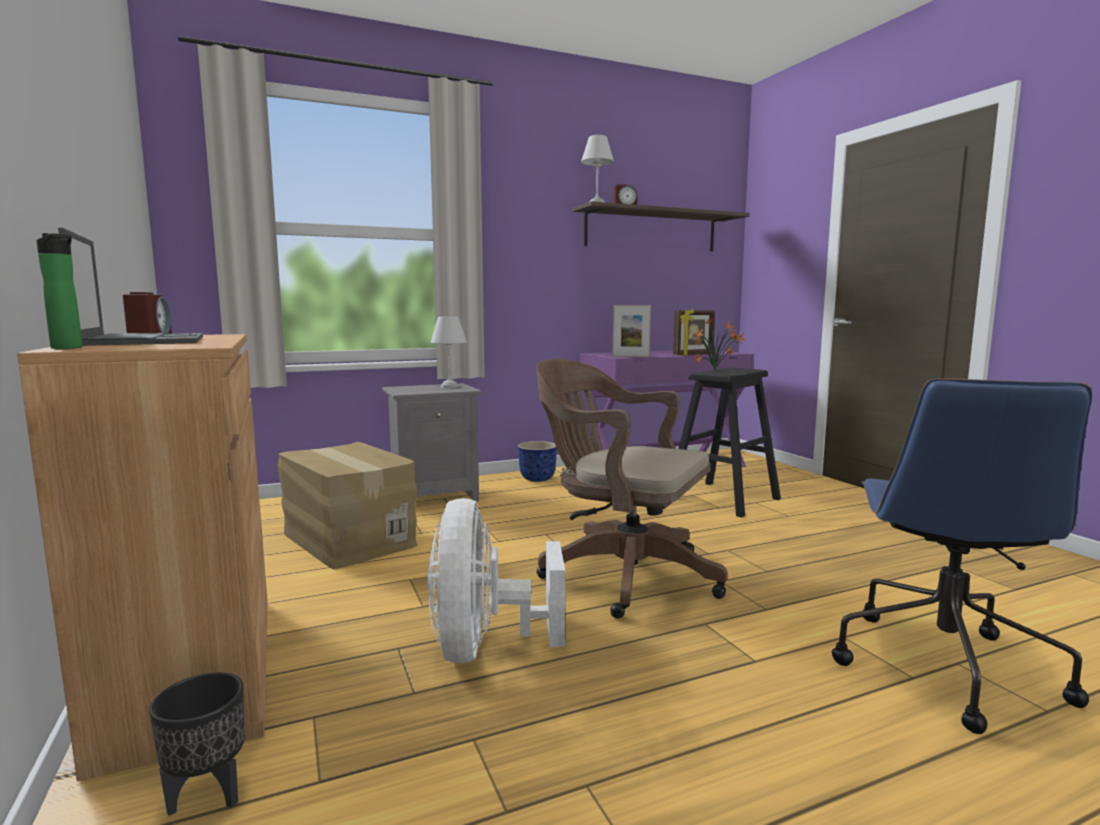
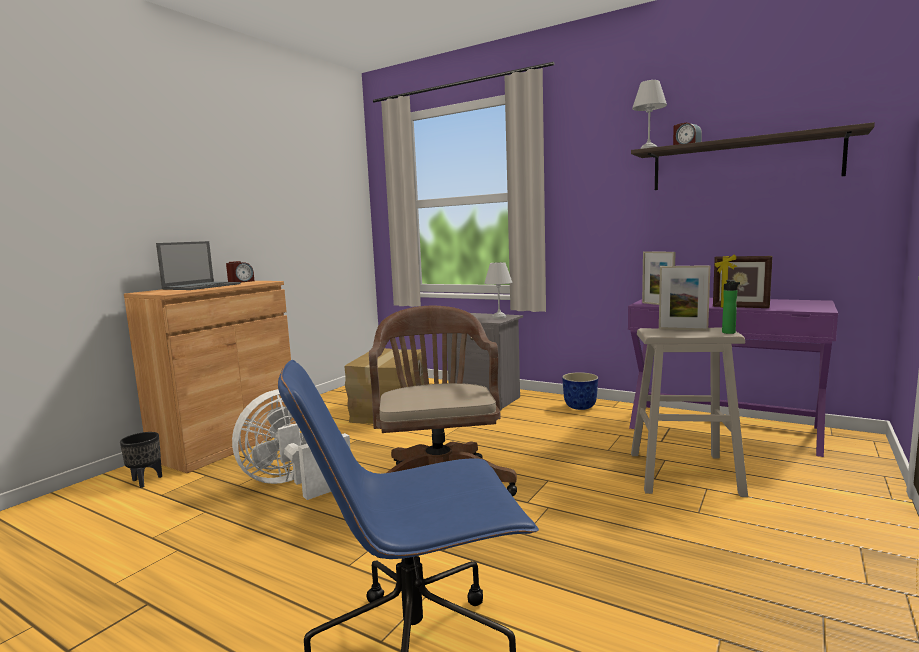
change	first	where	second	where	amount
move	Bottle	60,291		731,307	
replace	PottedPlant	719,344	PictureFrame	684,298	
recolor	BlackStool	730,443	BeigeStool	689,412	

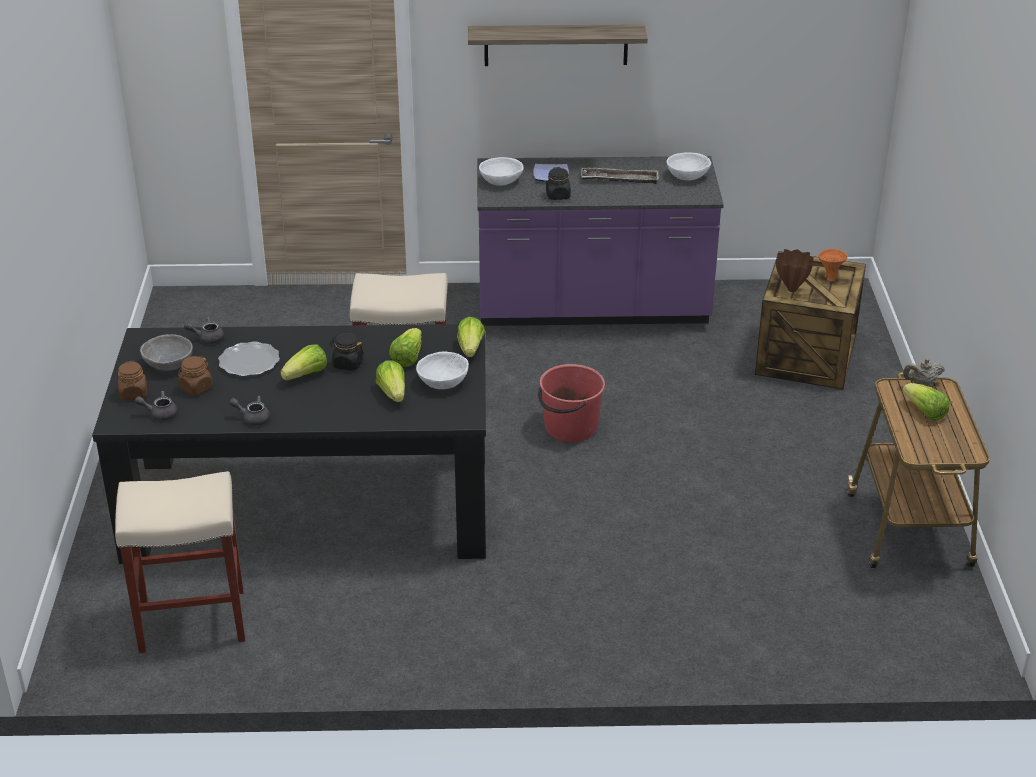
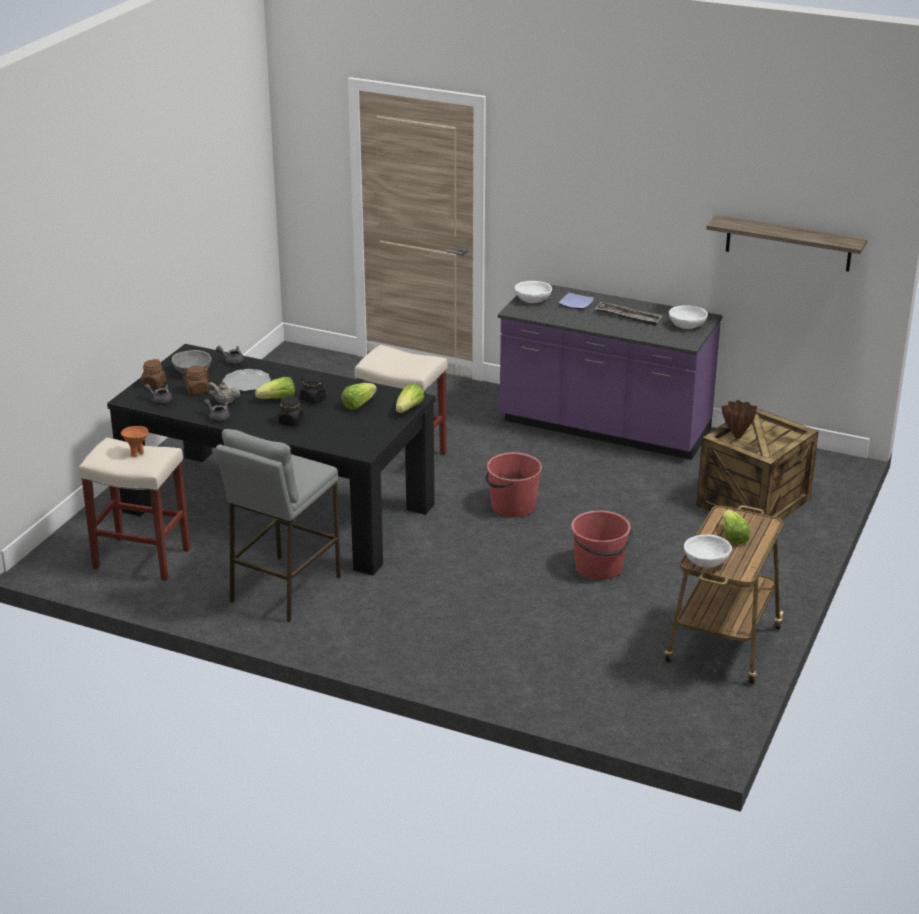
change	first	where	second	where	amount
delete	Lettuce	390,381			
insert			GreyStool	278,525	
insert			RedBucket	602,545	
move	WhiteBowl	442,370		708,551	
move	Shelf	558,45		787,243	
move	BlackJar	558,183		291,410	
move	OrangeBowl	833,265		134,441	
move	BeigeTeapot	924,372		224,393	

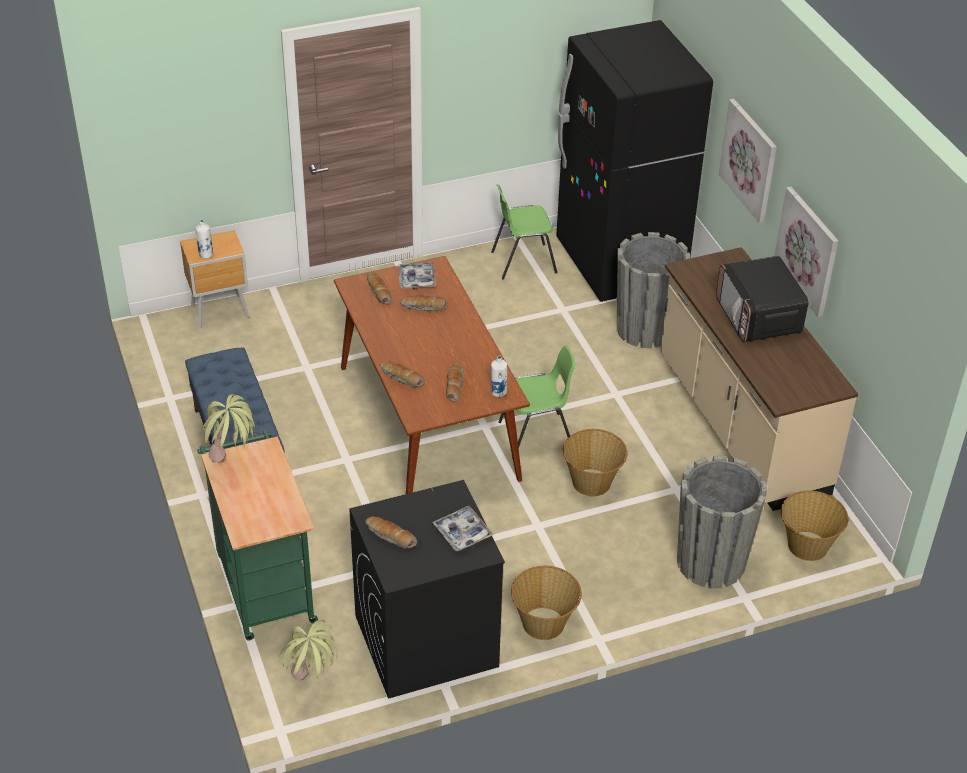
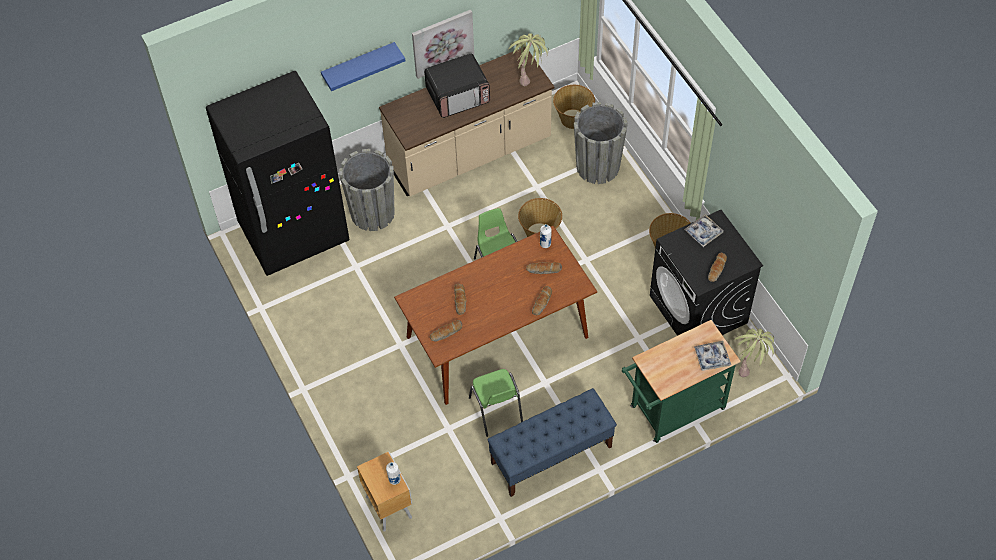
change	first	where	second	where	amount
move	PottedPlant	227,428		528,59	
move	Tray	417,275		712,356	
move	GreenChair	524,231		496,403	
replace	Picture	748,161	BlueShelf	363,66	

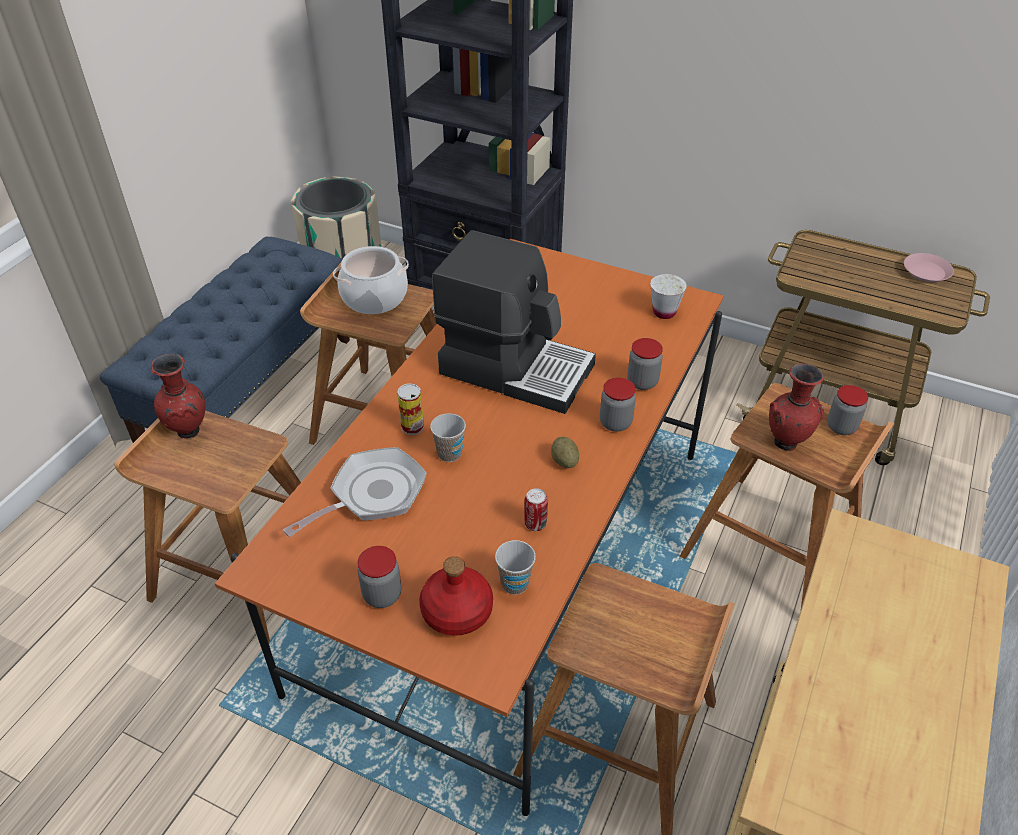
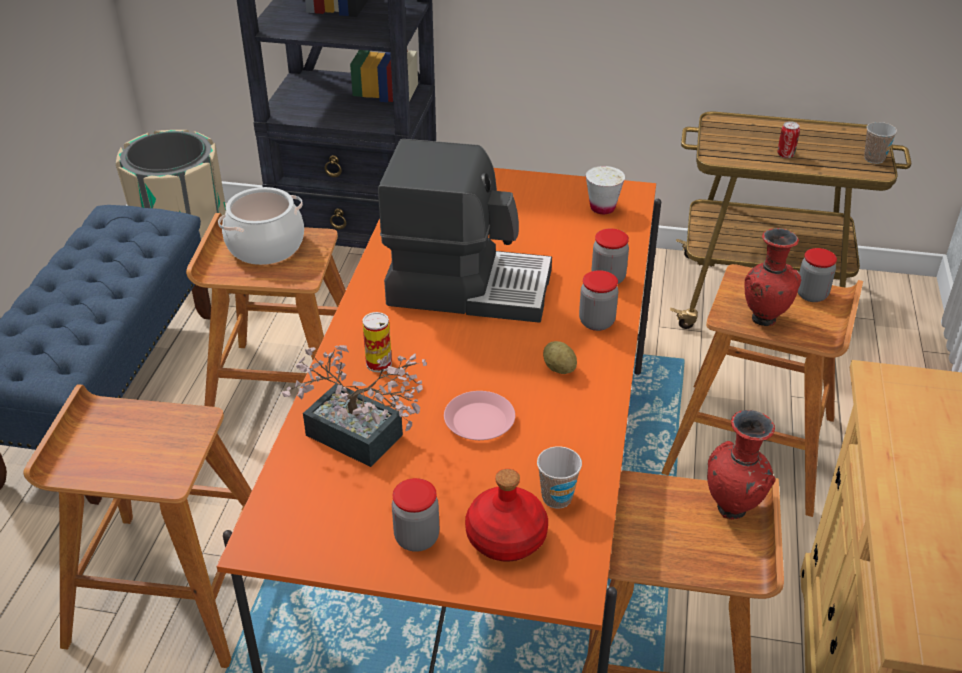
change	first	where	second	where	amount
move	RedVase	178,396		741,465	
move	Cup	448,437		880,143	
move	Can	536,509		789,139	
move	PinkPlate	929,267		479,415	
replace	FryingPan	355,492	PottedPlant	354,406	

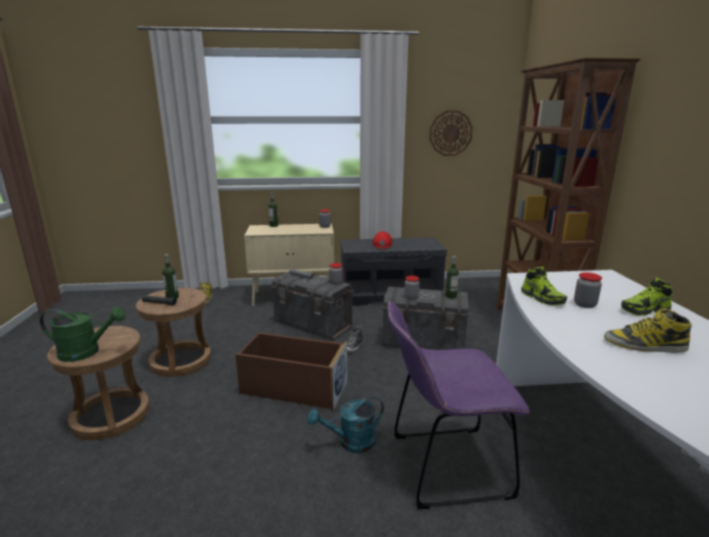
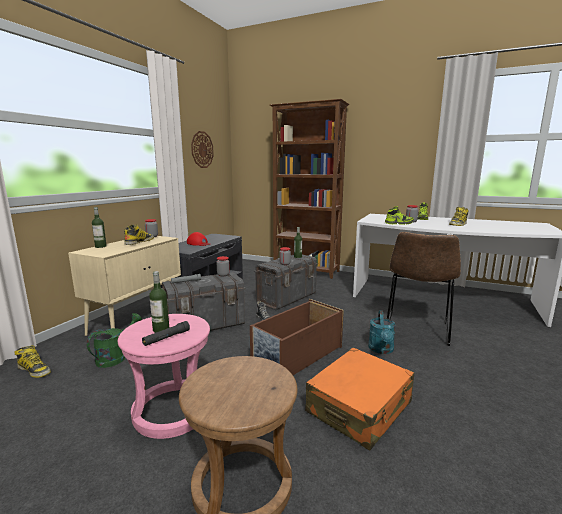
change	first	where	second	where	amount
insert			Boot	139,235	
insert			OrangeSuitcase	359,399	
move	GreenWateringCan	82,334		114,340	
recolor	BrownStool	173,332	PinkStool	164,376	
recolor	PurpleChair	458,405	BrownChair	424,289	

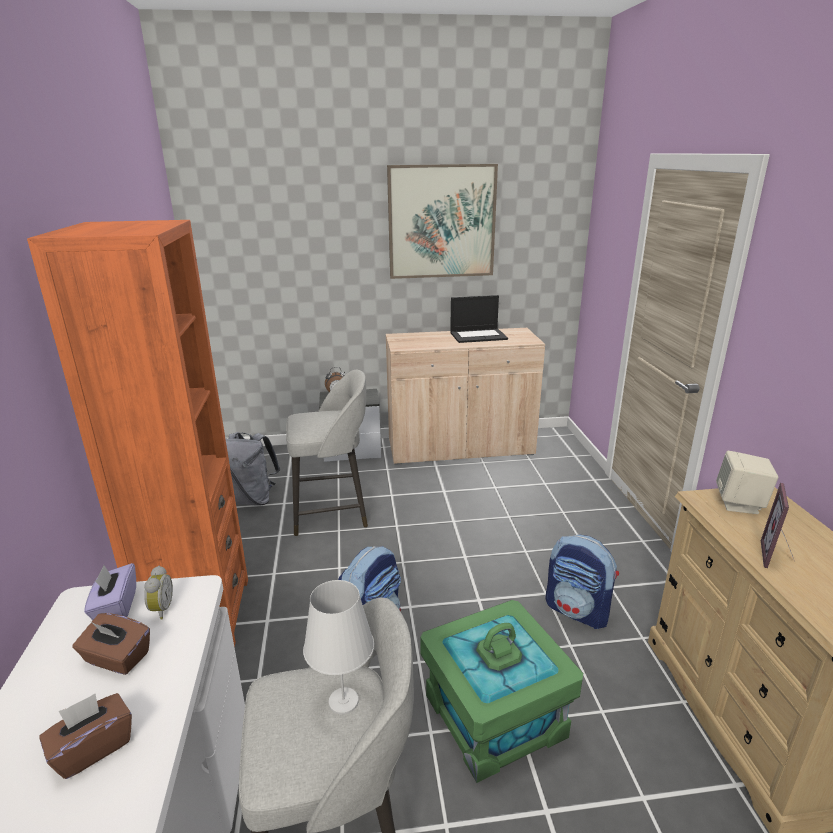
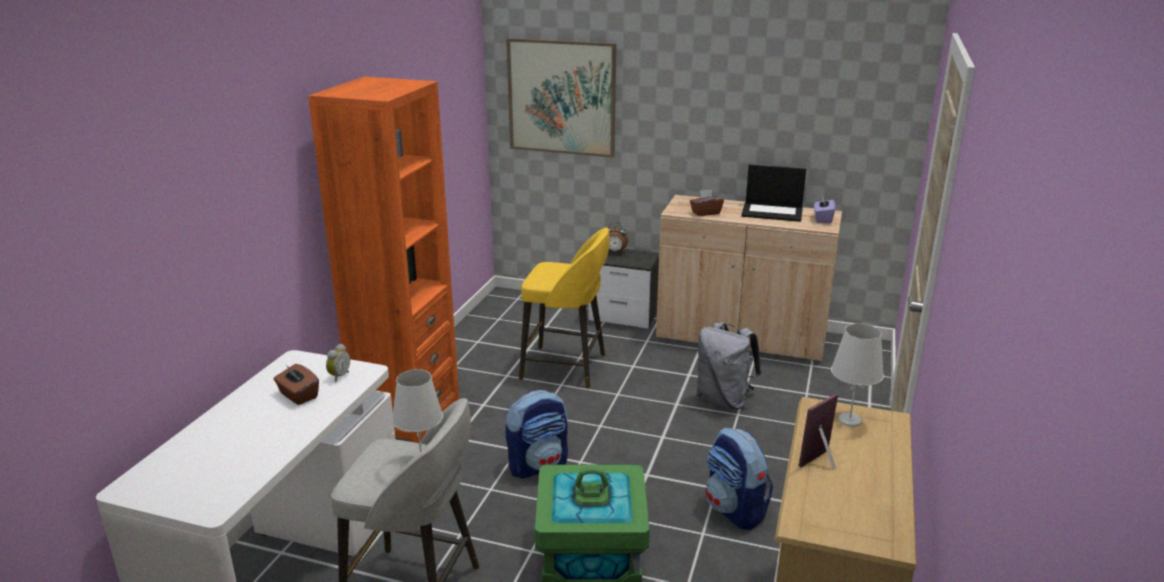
change	first	where	second	where	amount
move	BrownTissueBox	85,736		707,202	
move	PurpleTissueBox	110,592		824,209	
move	GreyBackpack	252,468		729,365	
move	Picture	442,221		561,98	
replace	BeigeSpeaker	747,482	WhiteTableLamp	857,374	
recolor	GreyStool	327,453	YellowStool	564,308	

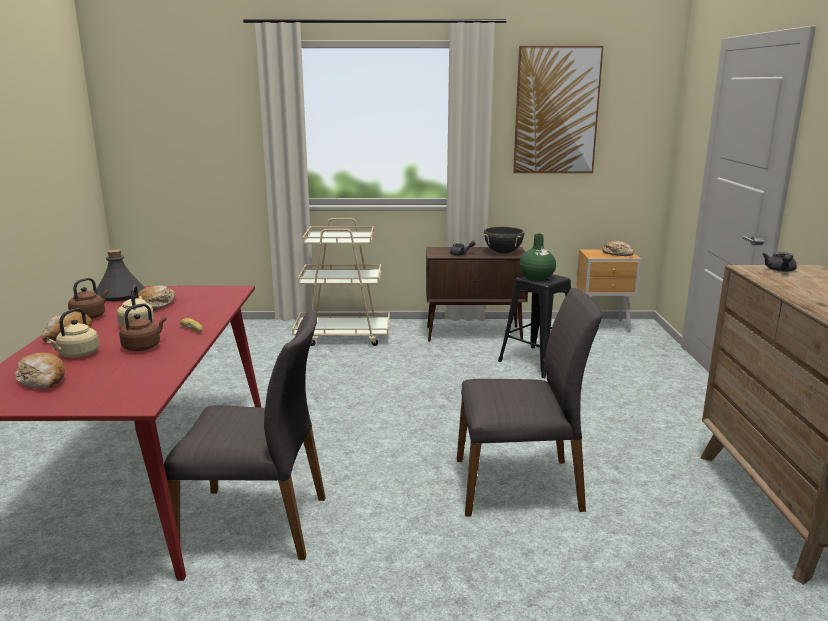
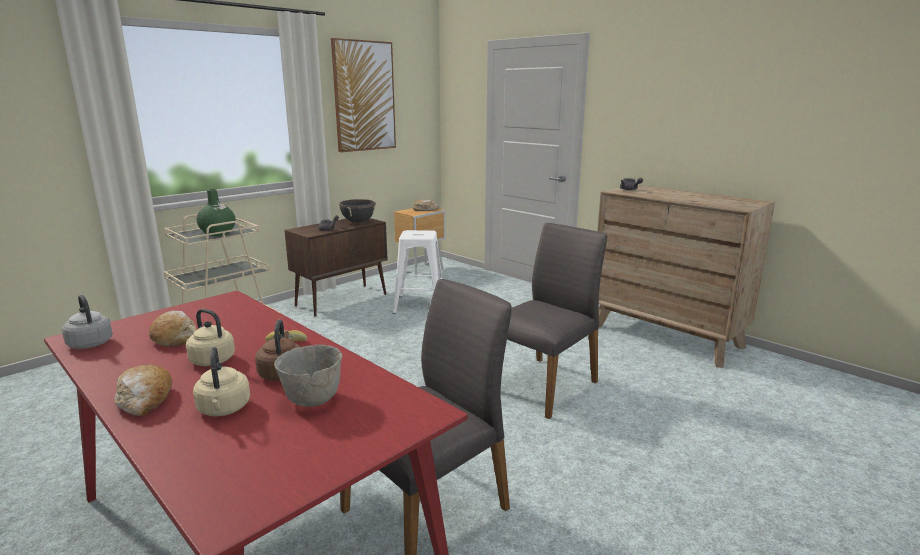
change	first	where	second	where	amount
delete	Bread	40,371			
delete	BrownKettle	88,298			
insert			GreyBowl	308,376	
move	GreenVase	537,257		216,212	
replace	GreyBottle	120,275	GreyKettle	87,322	
recolor	BlackStool	534,326	WhiteStool	417,272	

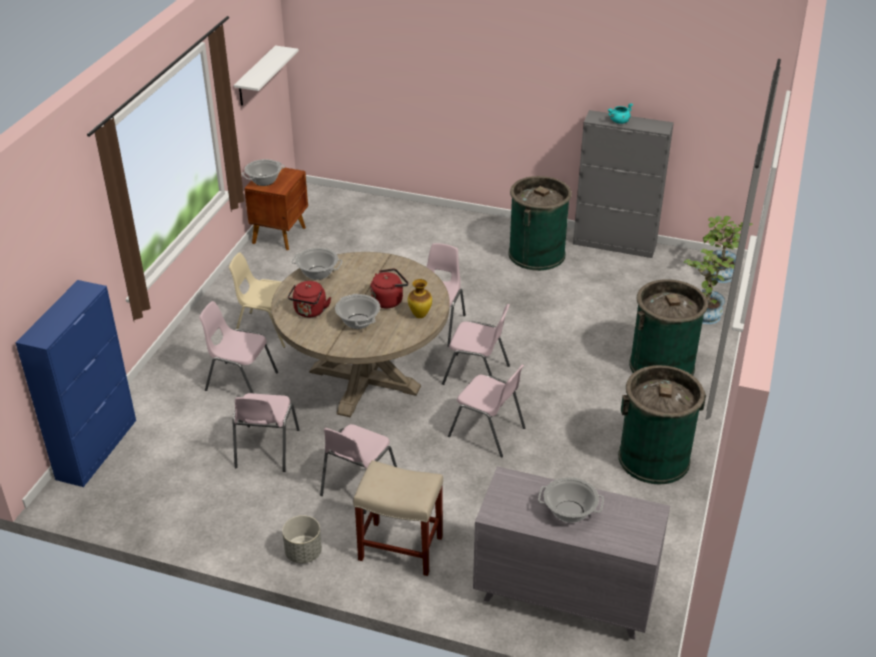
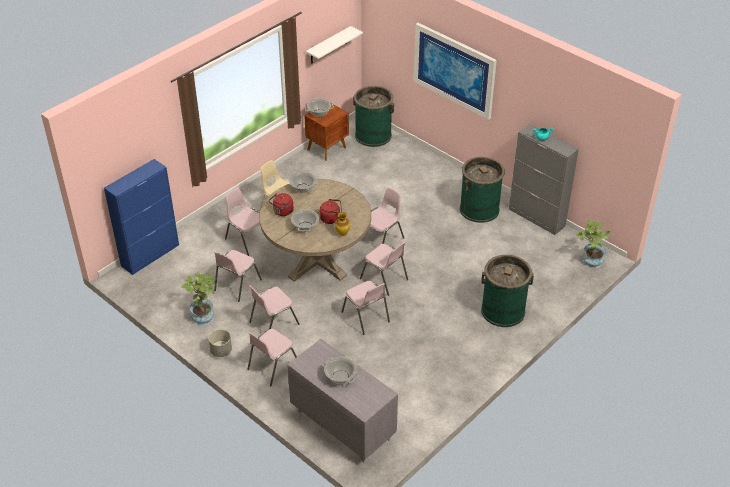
change	first	where	second	where	amount
insert			Picture	455,71	
move	GreenTrashCan	662,425		373,116	
move	PottedPlant	709,286		198,298	
replace	BeigeStool	398,518	PinkChair	272,357	

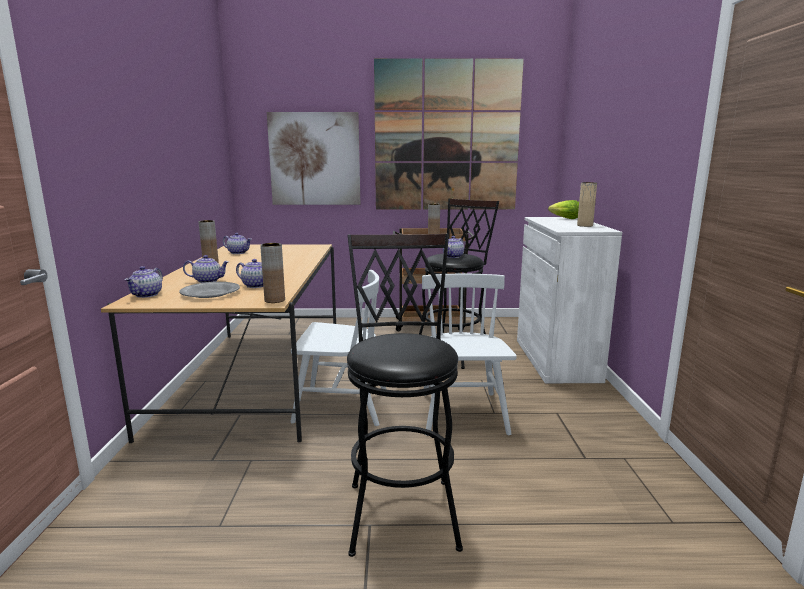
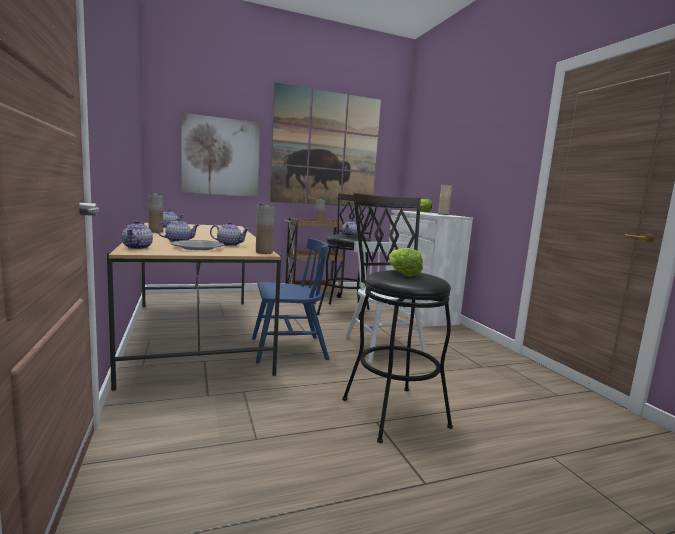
change	first	where	second	where	amount
insert			Lettuce	406,262	
recolor	WhiteChair	338,348	BlueChair	290,301	

